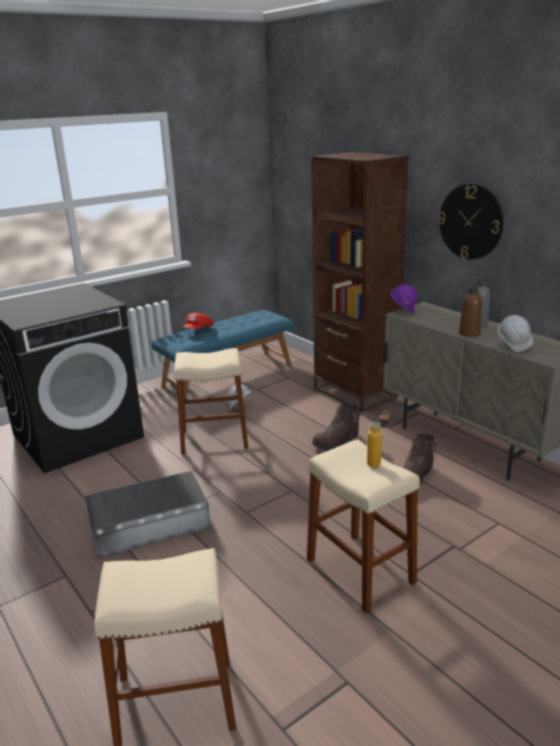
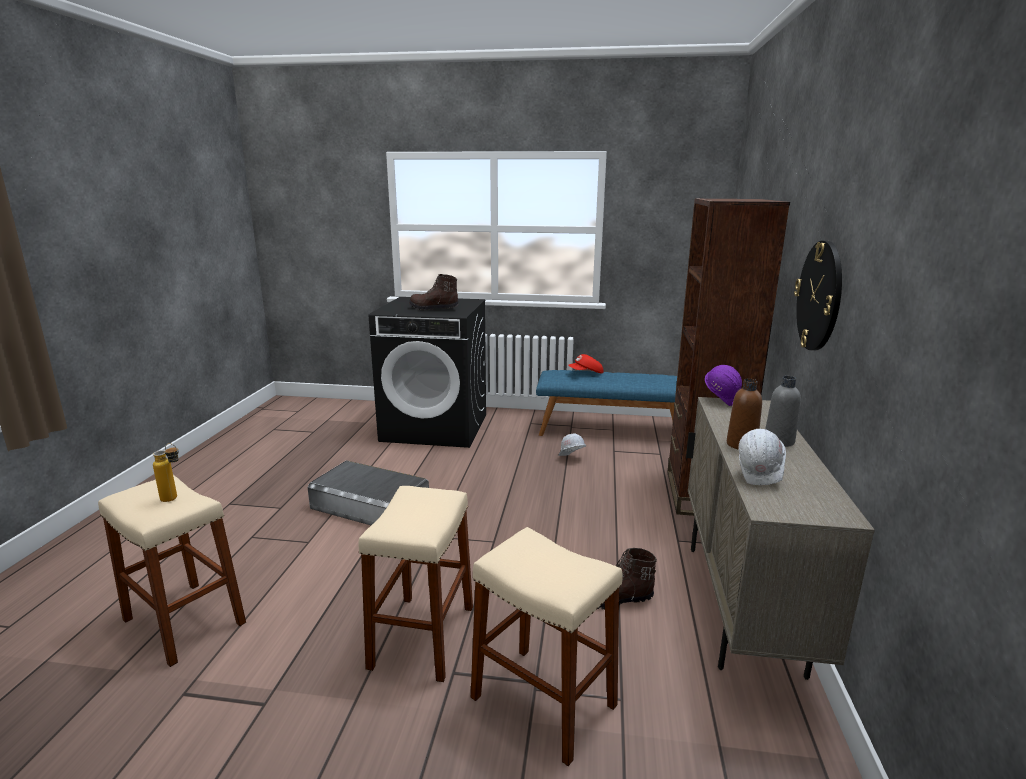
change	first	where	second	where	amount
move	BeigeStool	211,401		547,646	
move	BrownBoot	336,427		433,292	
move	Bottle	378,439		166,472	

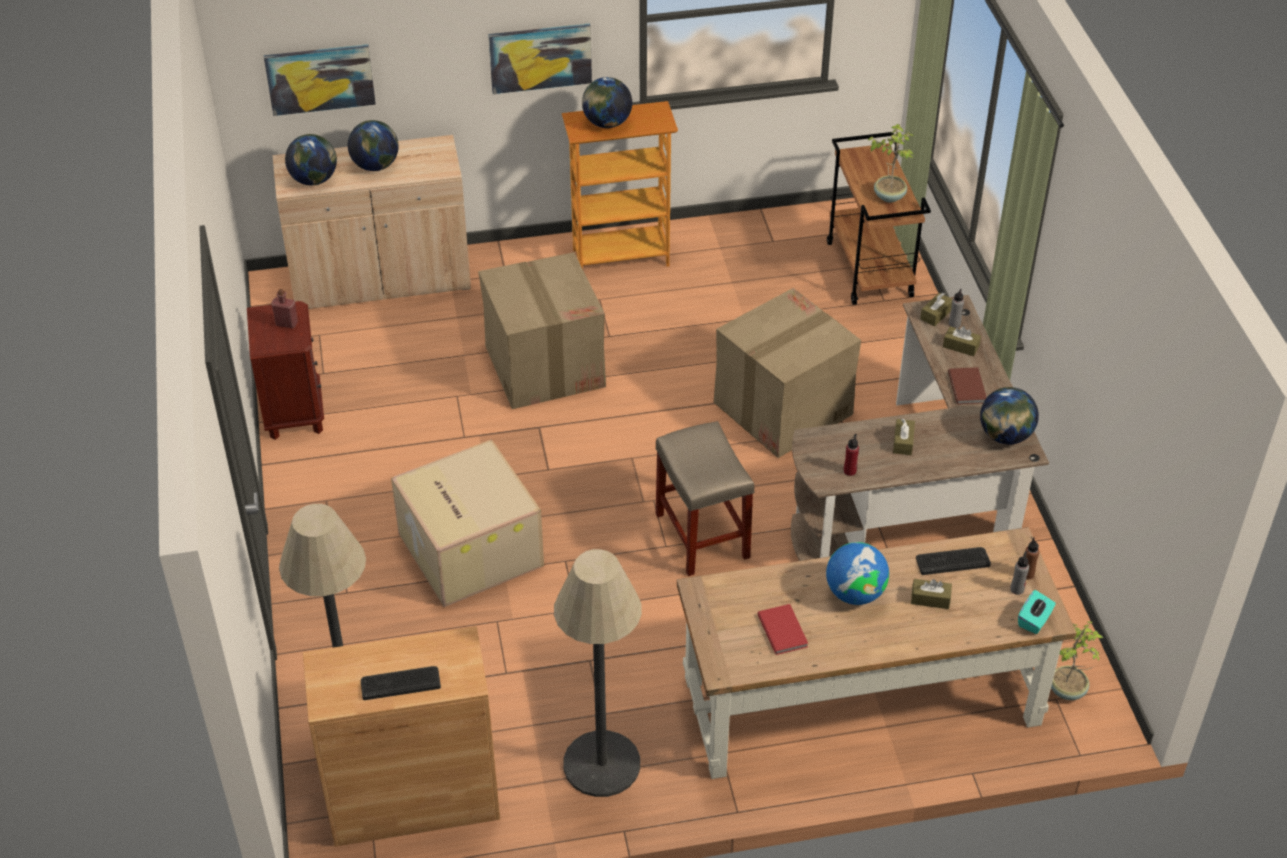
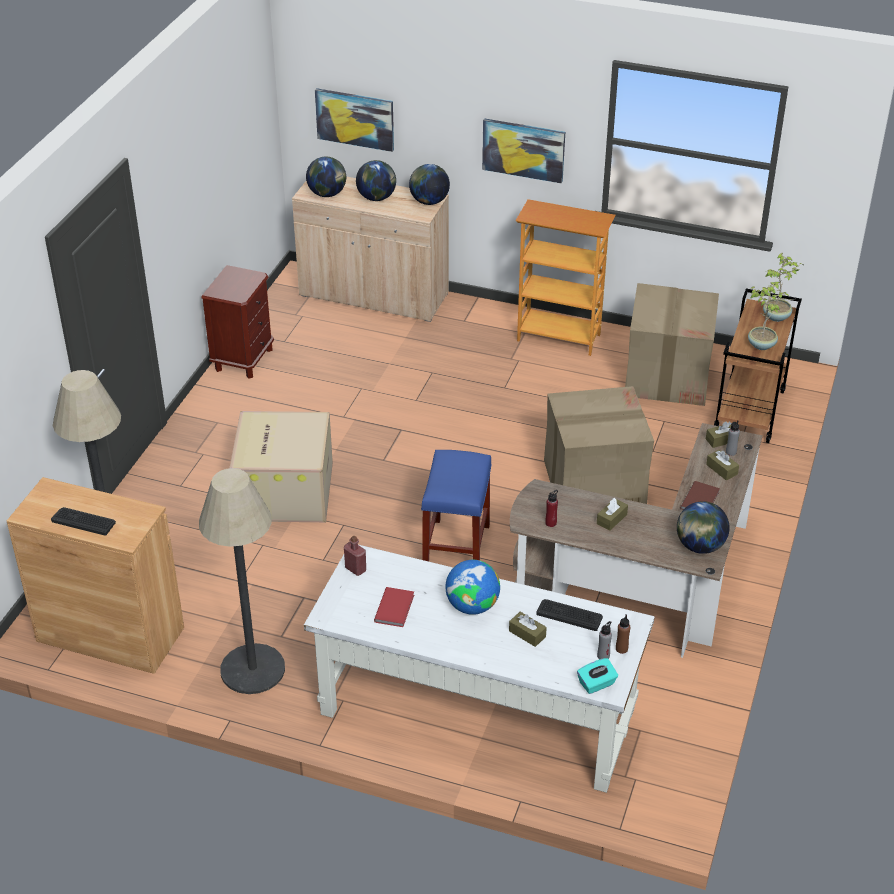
change	first	where	second	where	amount
move	RedBottle	284,308		355,556	
move	CardboardBox	542,330		672,344	
move	Globe	607,102		429,184	
move	PottedPlant	1077,660		783,287	
recolor	BeigeStool	705,498	BlueStool	456,506	
recolor	BrownDesk	877,653	WhiteDesk	479,669	

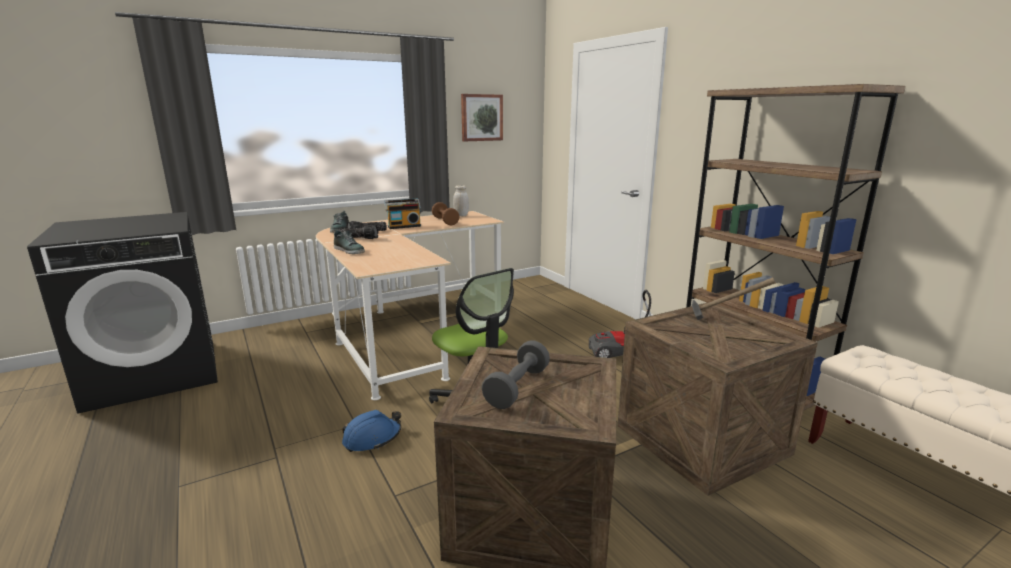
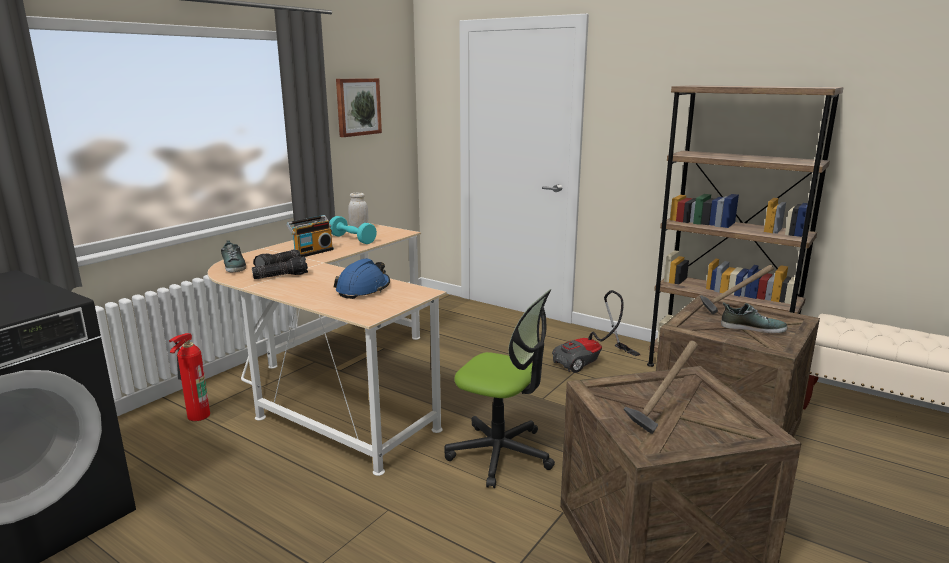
change	first	where	second	where	amount
insert			FireExtinguisher	189,377	
move	Shoe	349,241		754,317	
move	BlueHardHat	371,431		362,278	
replace	GreyDumbbell	516,375	Hammer	661,387	
recolor	BrownDumbbell	446,213	TurquoiseDumbbell	353,230	

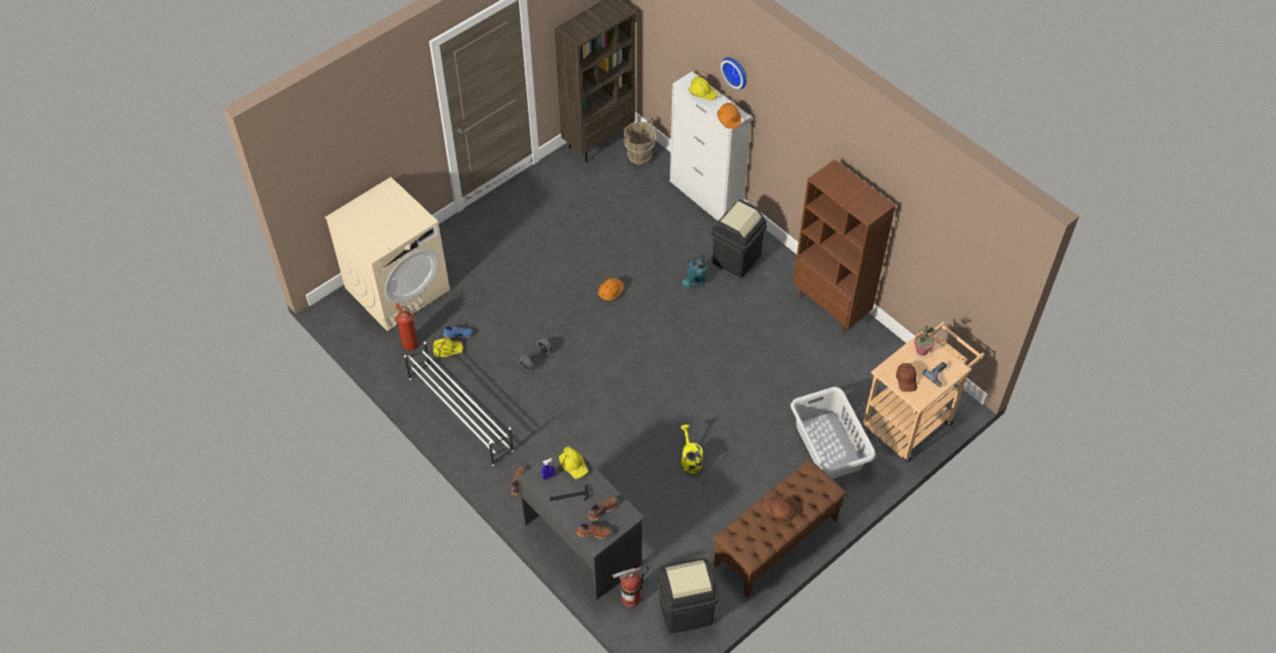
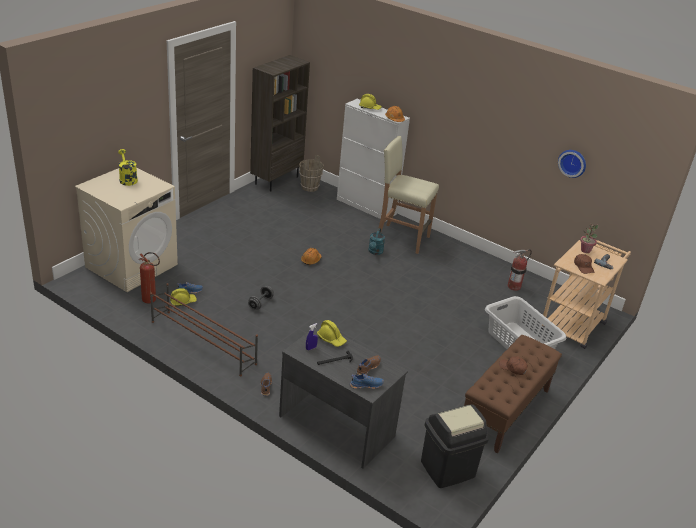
change	first	where	second	where	amount
delete	BrownBookcase	844,246			
move	FireExtinguisher	630,586		519,270	
move	YellowWateringCan	692,449		128,167	
move	WallClock	734,73		572,164	
replace	BlackTrashCan	739,238	BeigeStool	409,195	
recolor	WhiteShoeRack	459,404	BrownShoeRack	204,330	
recolor	BrownShoe	594,531	BlueShoe	367,381	

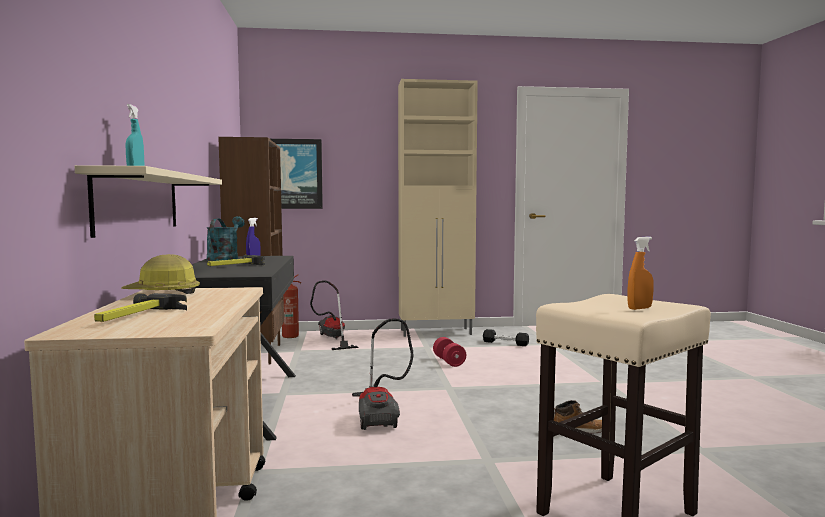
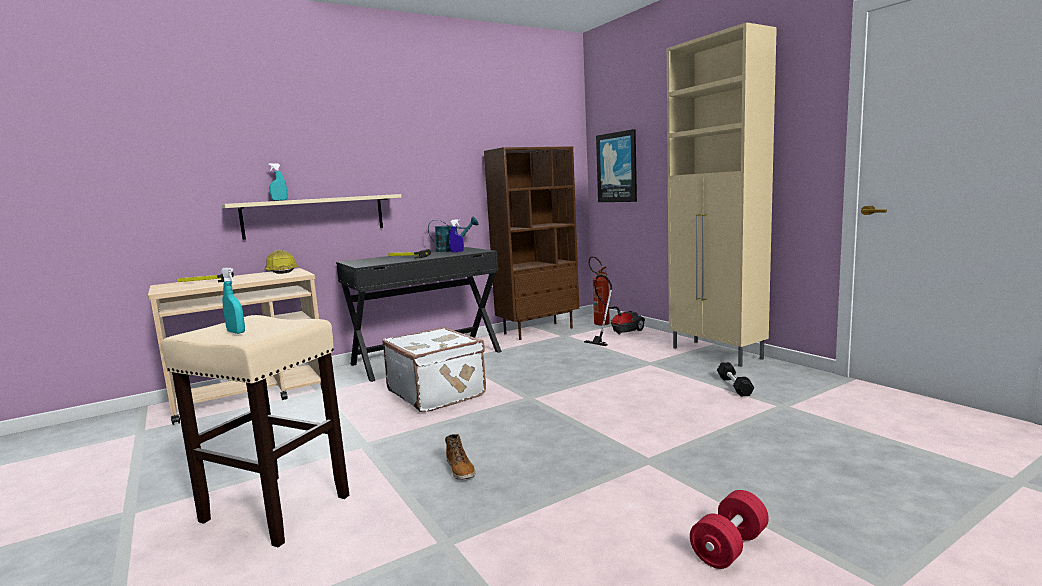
change	first	where	second	where	amount
move	RedDumbbell	449,352		729,529	
replace	VacuumCleaner	382,374	WhiteSuitcase	434,369	
recolor	OrangeSprayBottle	641,273	TurquoiseSprayBottle	233,301	

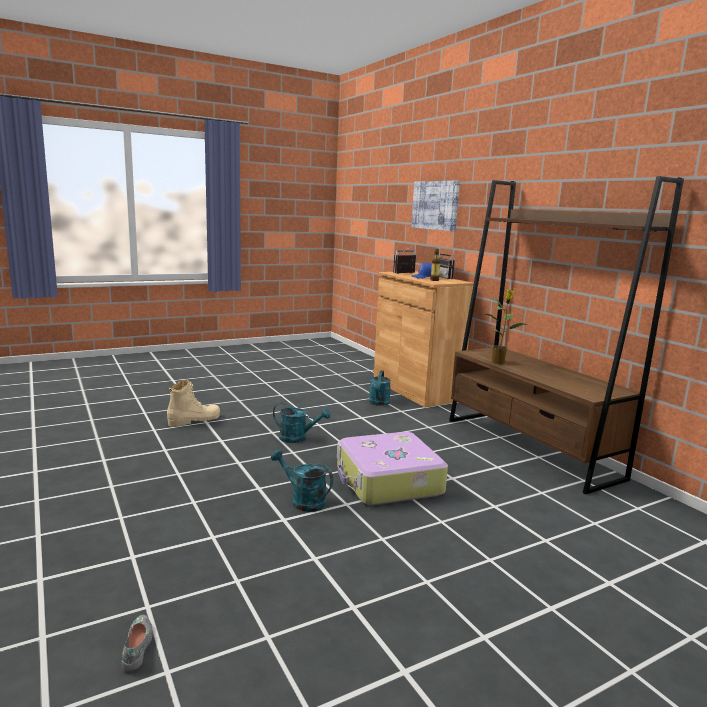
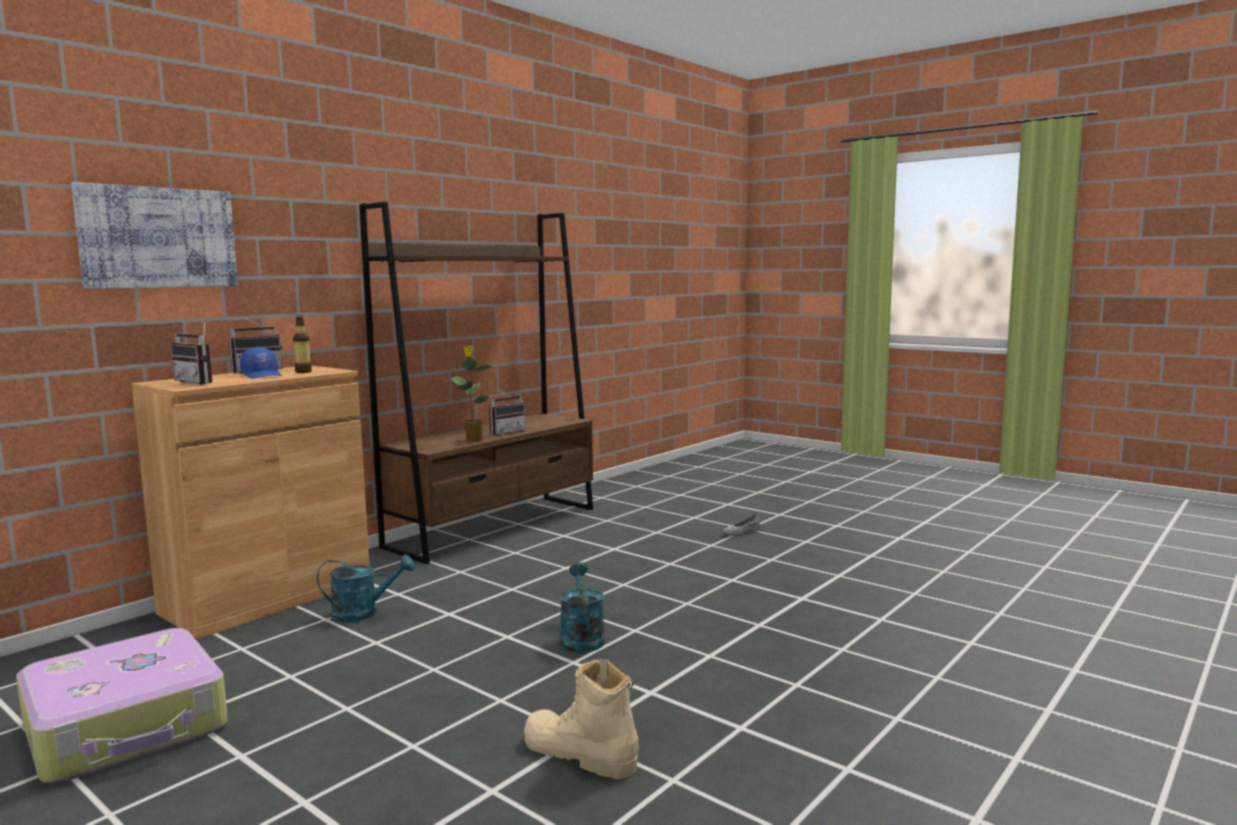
change	first	where	second	where	amount
delete	TurquoiseWateringCan	302,480			
insert			Radio	507,411	
move	GreyShoe	137,643		741,525	
move	Suitcase	392,468		122,705	

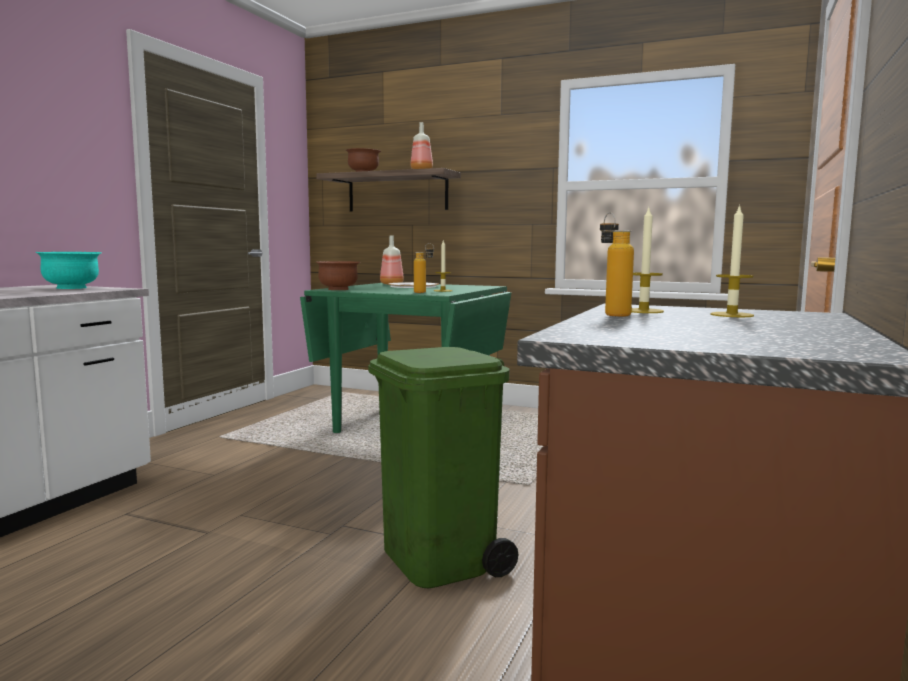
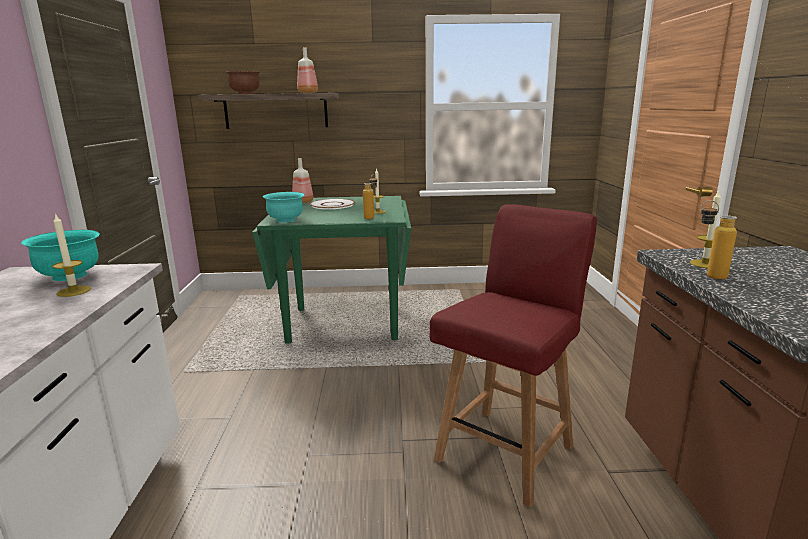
change	first	where	second	where	amount
move	Candle	732,260		71,255	
replace	GreenTrashCan	443,467	RedChair	513,356	
recolor	BrownBowl	338,275	TurquoiseBowl	284,207	

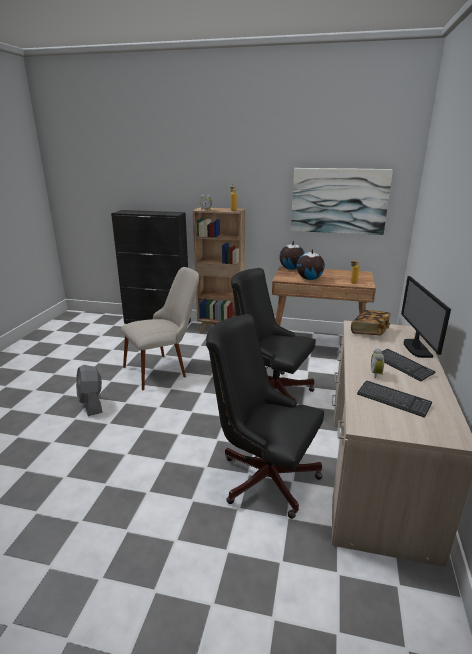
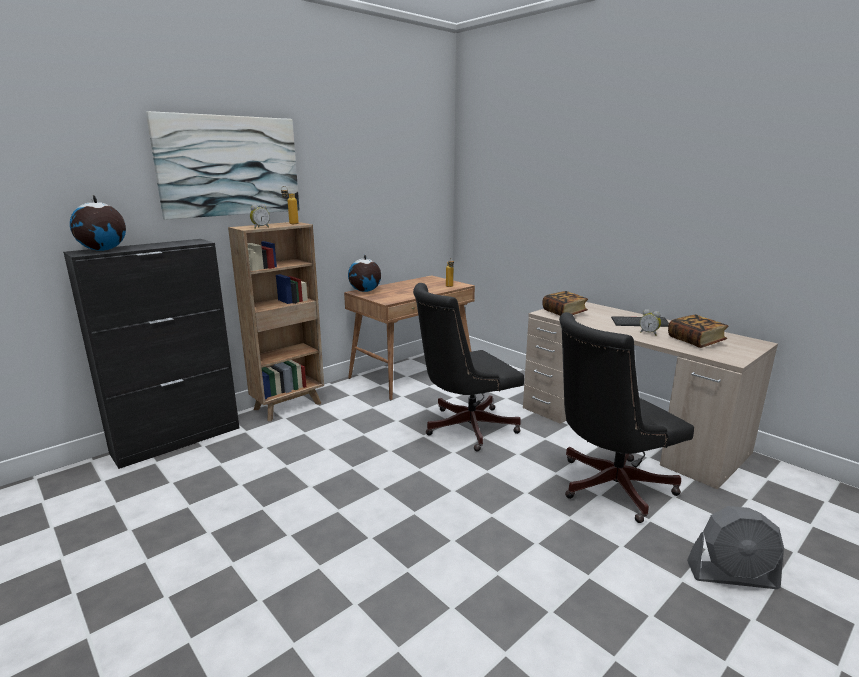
change	first	where	second	where	amount
delete	BeigeChair	160,328			
delete	Monitor	426,317			
move	GreyFan	89,390		735,547	
move	Picture	342,201		223,165	
move	Globe	311,264		98,223	
replace	Keyboard	394,399	Book	698,331	

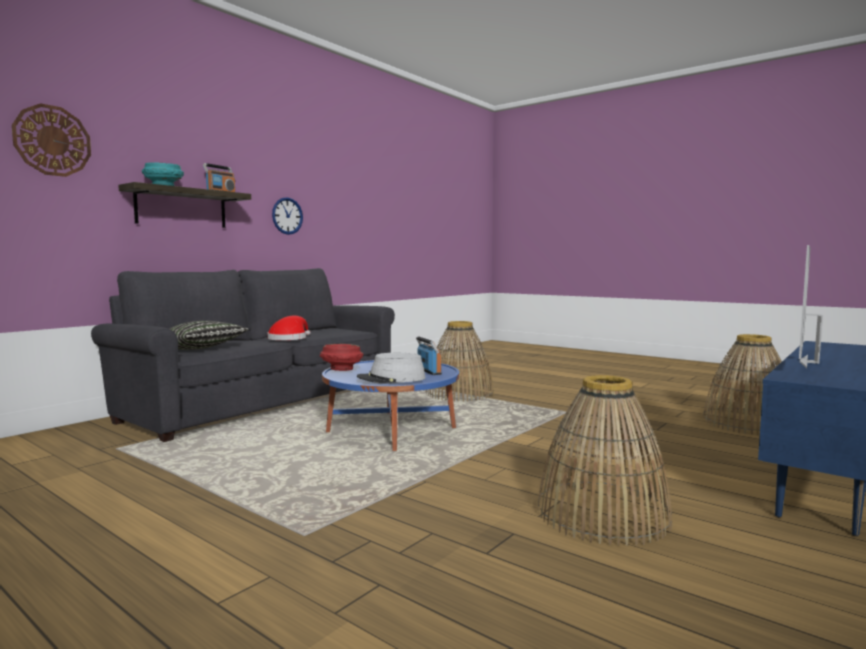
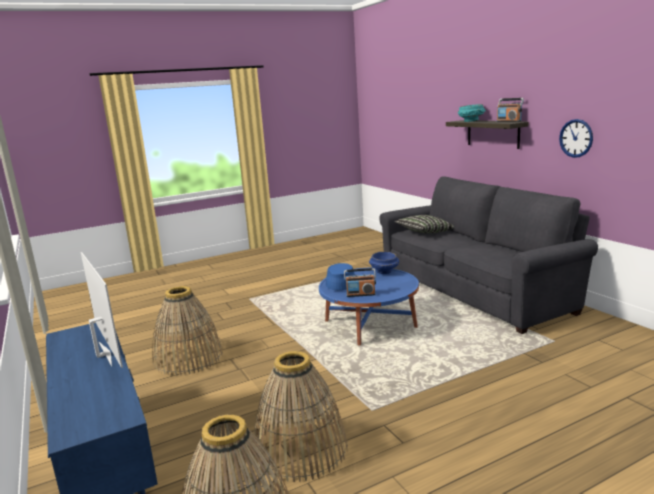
change	first	where	second	where	amount
delete	WallClock	51,140			
delete	RedHat	289,328			
move	Basket	460,361		300,416	
recolor	RedBowl	342,357	BlueBowl	384,263	
recolor	GreyHat	391,368	BlueHat	340,276	

